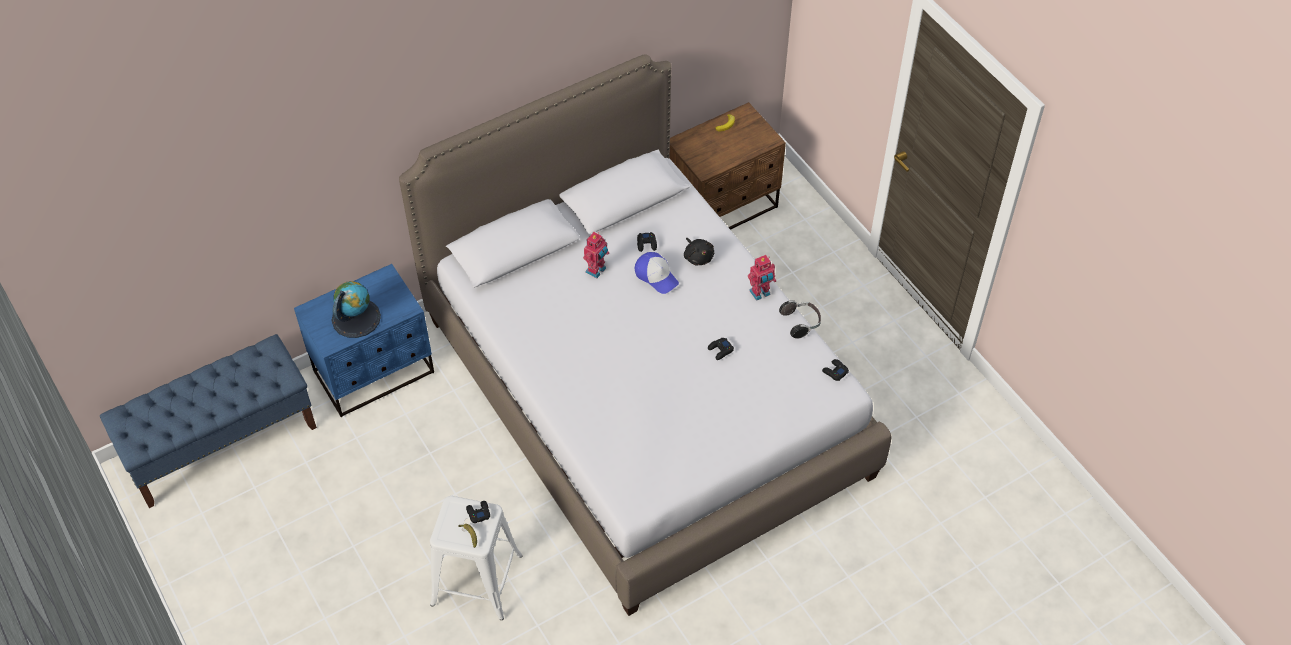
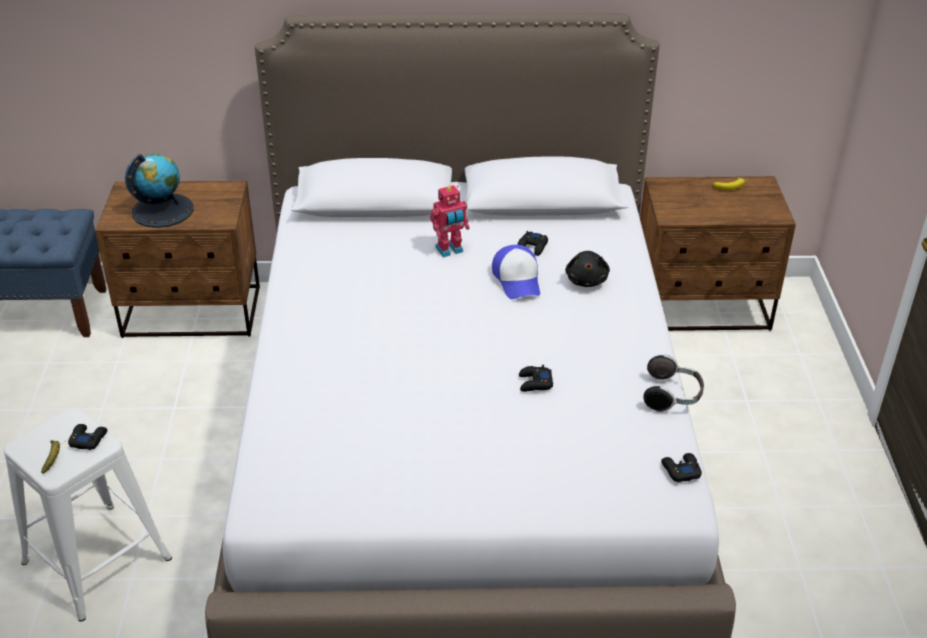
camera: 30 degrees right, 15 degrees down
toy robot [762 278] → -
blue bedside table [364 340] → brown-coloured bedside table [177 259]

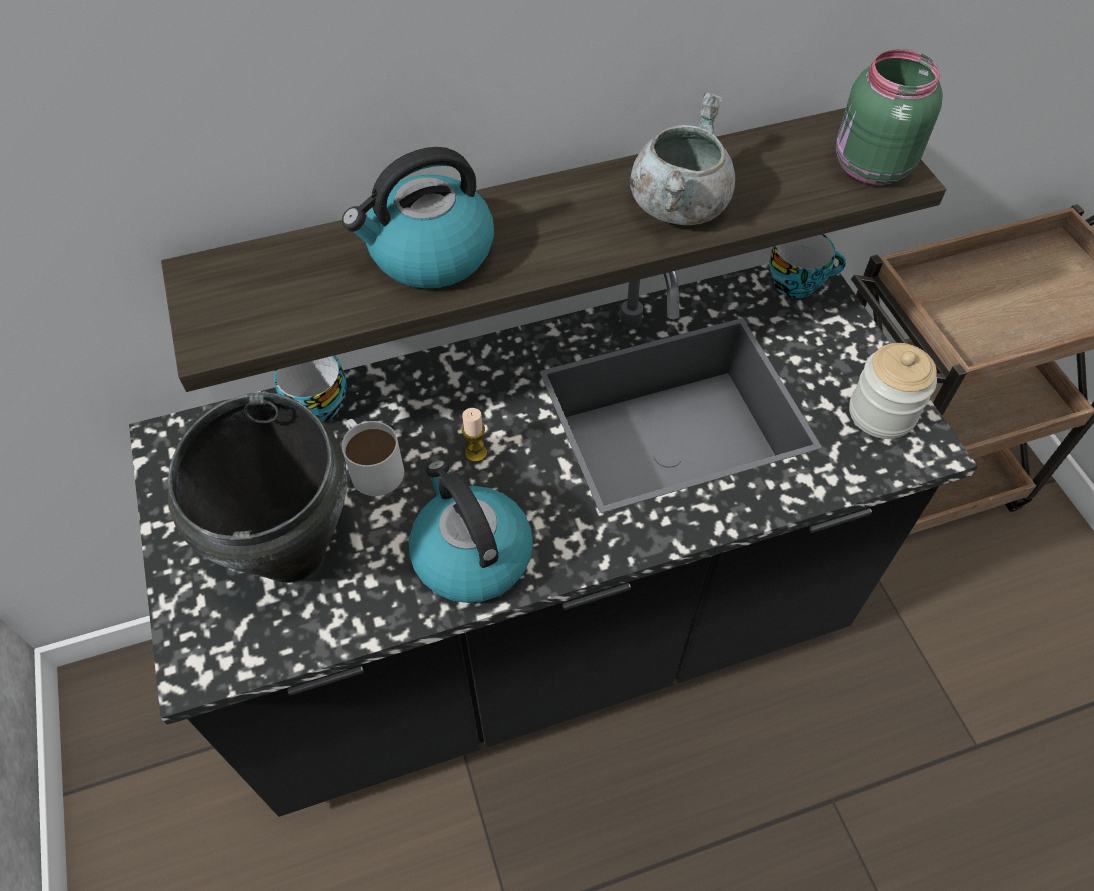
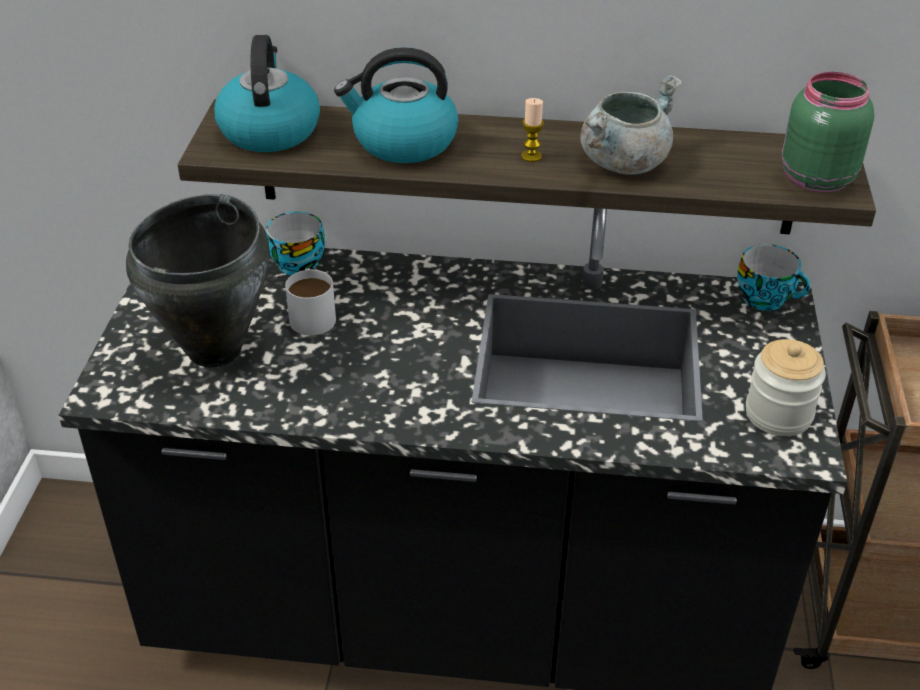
camera: 25 degrees right, 15 degrees down
kettle [471 531] → kettle [267 93], relocated
candle [474 435] → candle [532 130], relocated

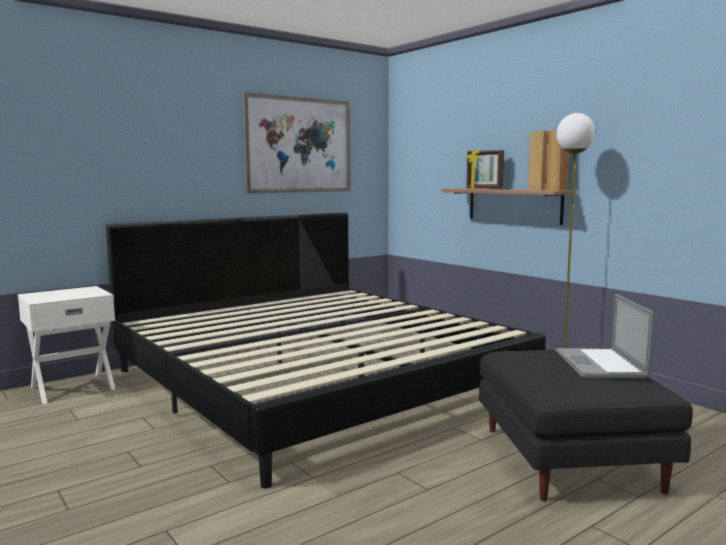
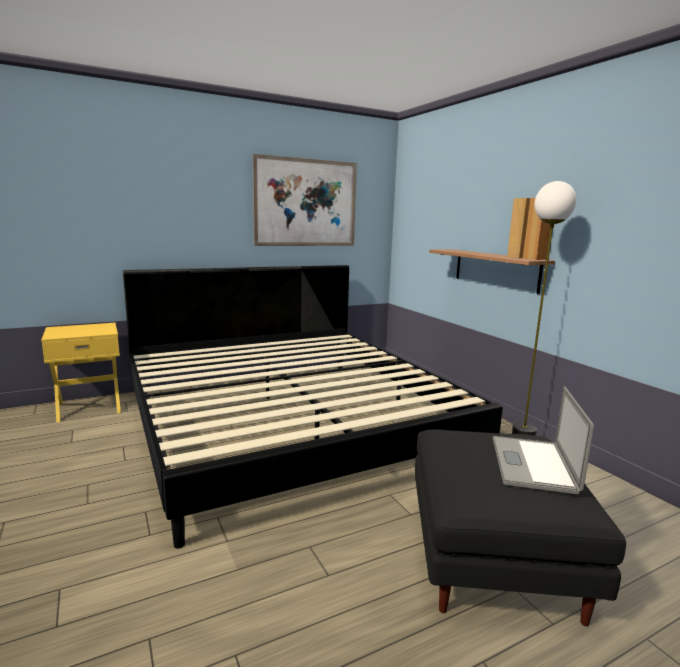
camera: 10 degrees right, 5 degrees up
picture frame [485 169] → -
white bedside table [66 345] → yellowish bedside table [81 373]

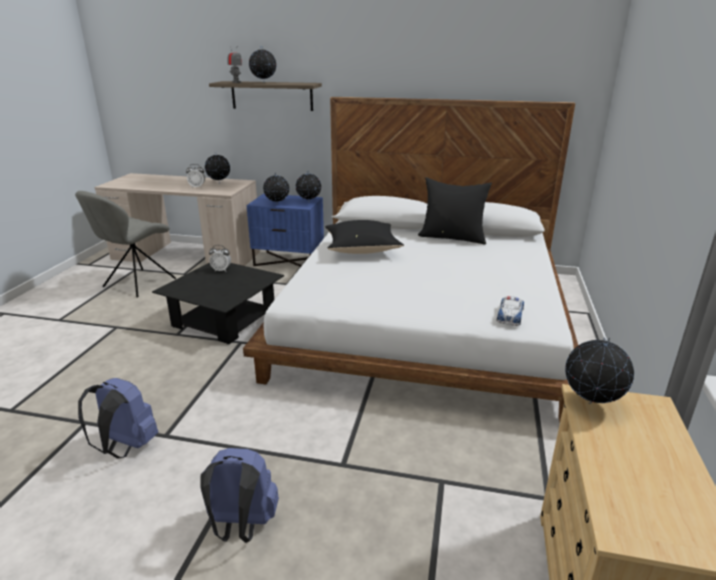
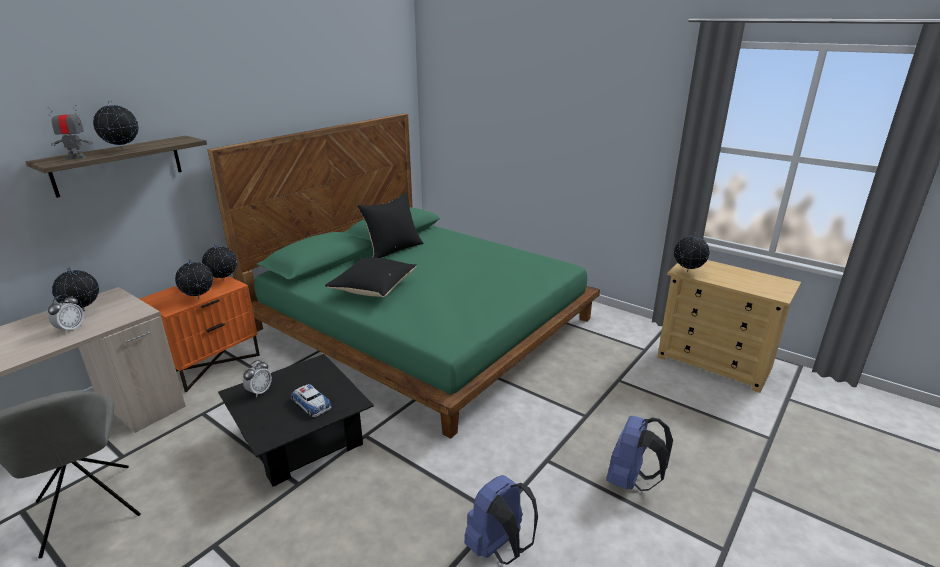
camera: 65 degrees left, 0 degrees up
model car [510 311] → model car [311 400], relocated
white sleeping bed [410 260] → greenish sleeping bed [404 276]
blue bedside table [285 230] → orangey bedside table [200 334]

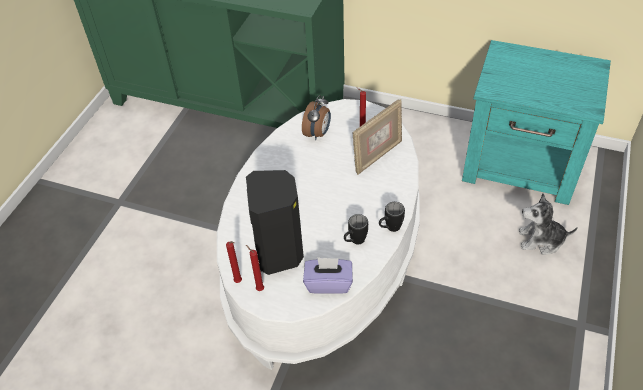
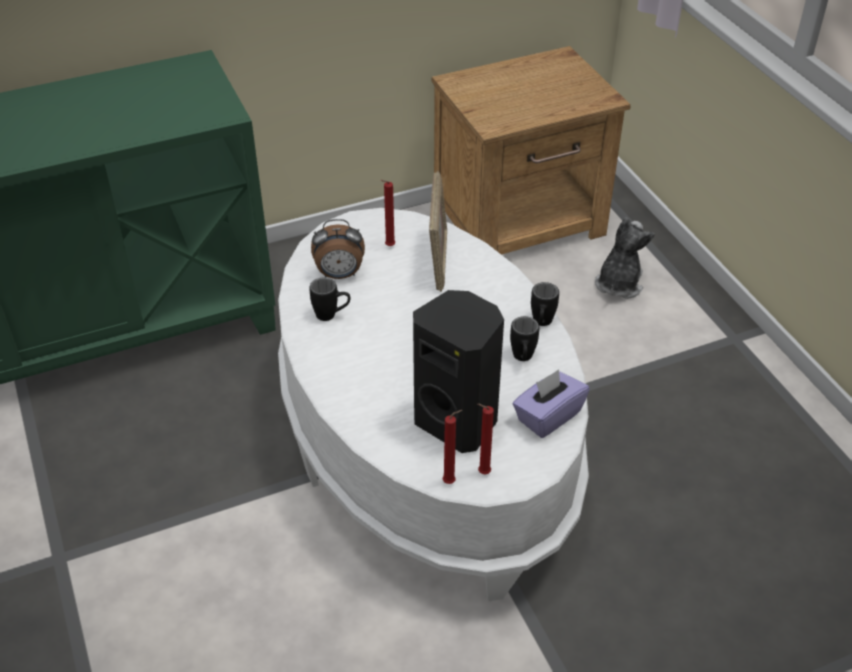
camera: 45 degrees left, 5 degrees down
- → blackish mug [329 299]
blue-green bedside table [536 122] → brown-coloured bedside table [531 150]
bedside clock [316 117] → bedside clock [338 249], 105 degrees clockwise
cuddly toy [548 224] → cuddly toy [625 258], 150 degrees clockwise

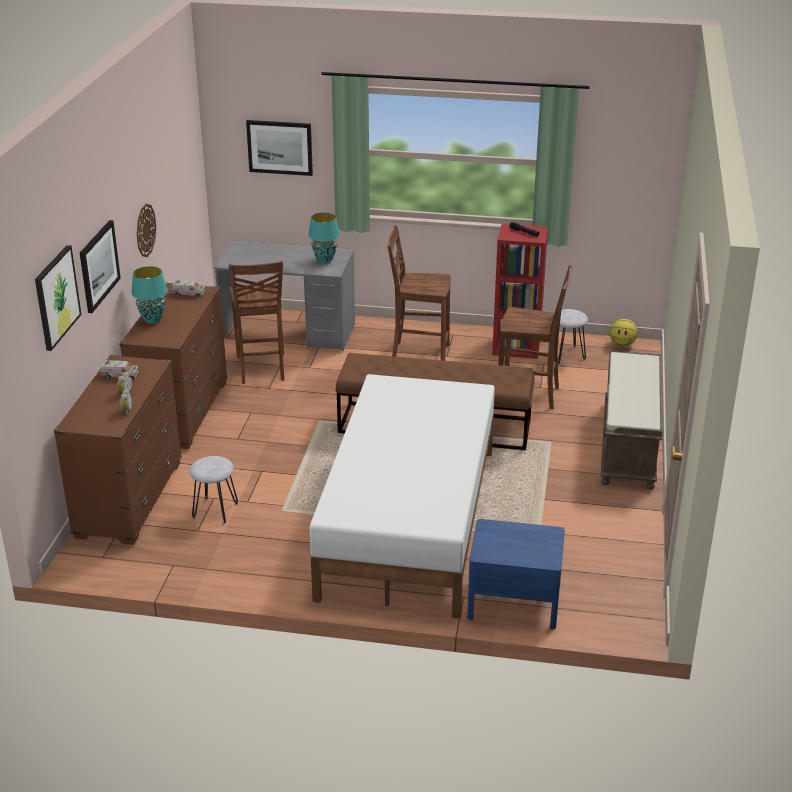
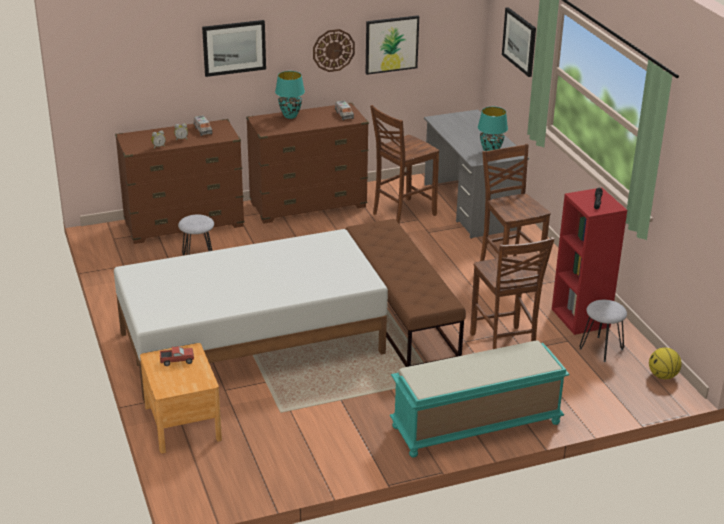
camera: 60 degrees right, 0 degrees up
- → model truck [177 356]
wall art [58 298] → wall art [392 45], relocated
blue bedside table [516 574] → brown-coloured bedside table [181 398]
brown-coloured bench [632 420] → blue-green bench [480 399]

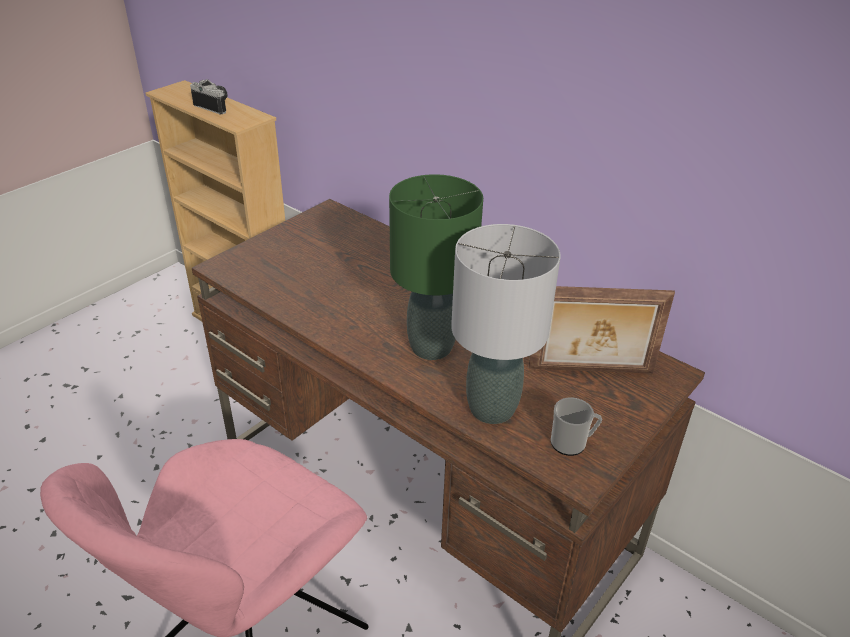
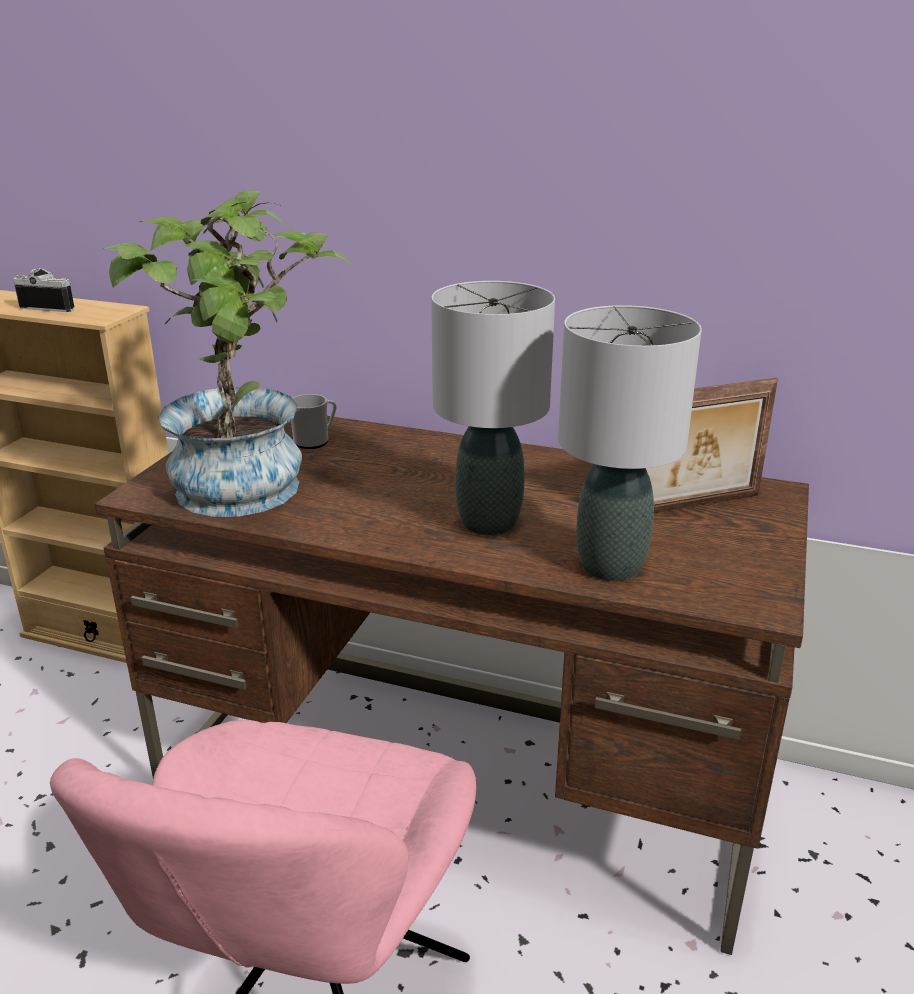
camera: 20 degrees left, 10 degrees down
- → potted plant [228 354]
mug [576 427] → mug [314 421], relocated
greenish tabletop lamp [436 267] → grey tabletop lamp [493 408]

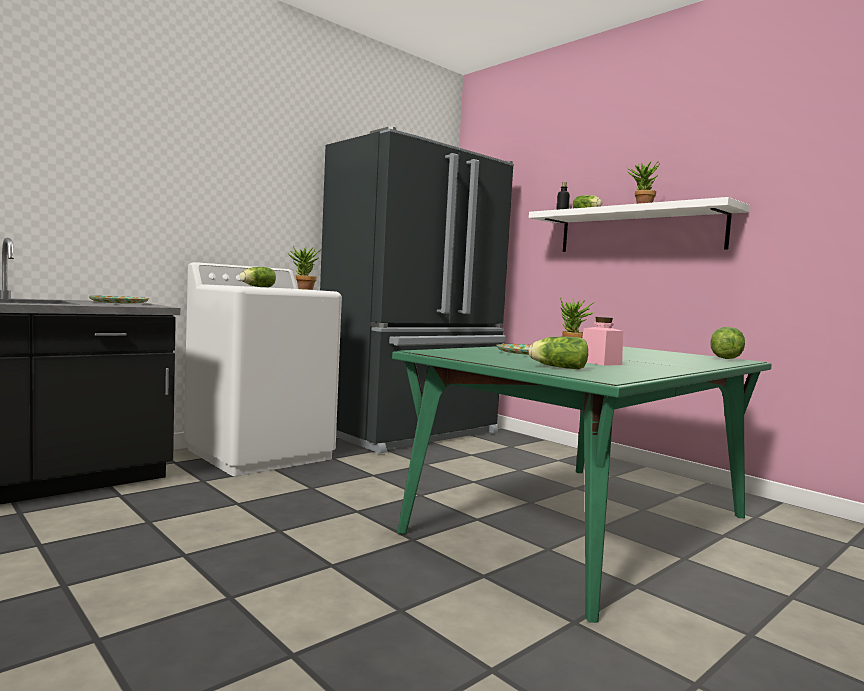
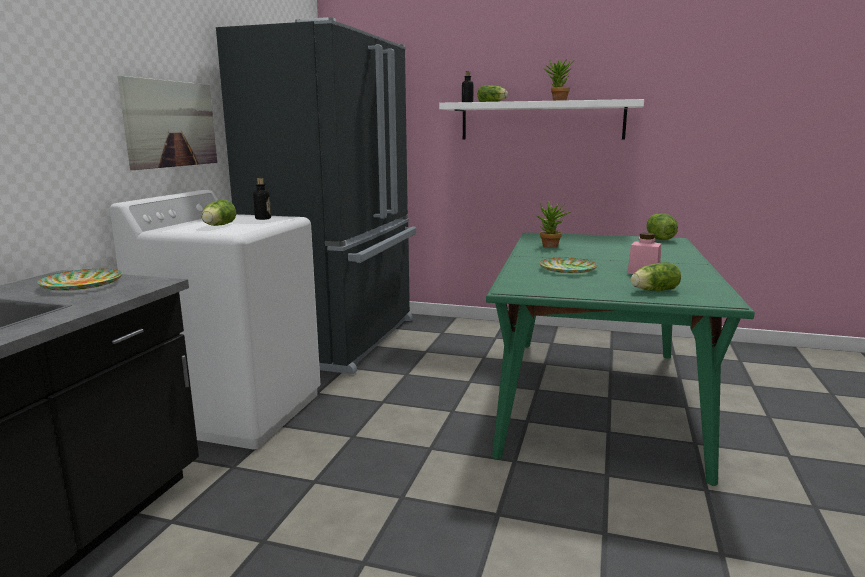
camera: 30 degrees left, 10 degrees up
- → wall art [167 123]
potted plant [305 268] → bottle [262 199]

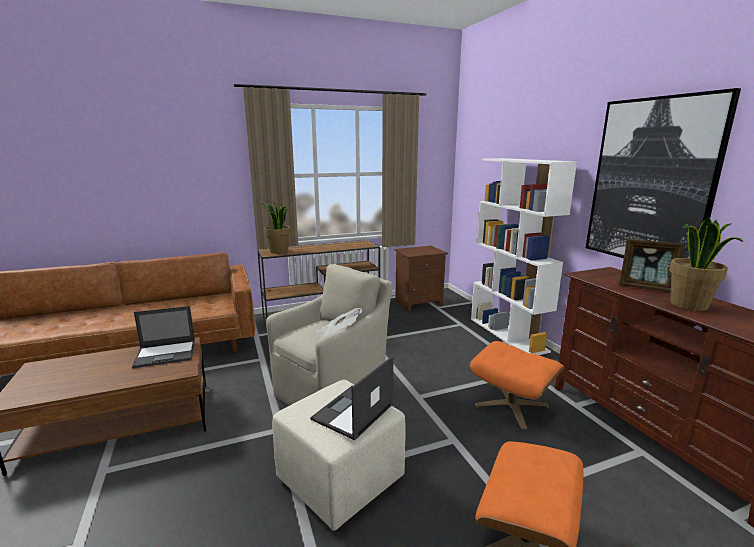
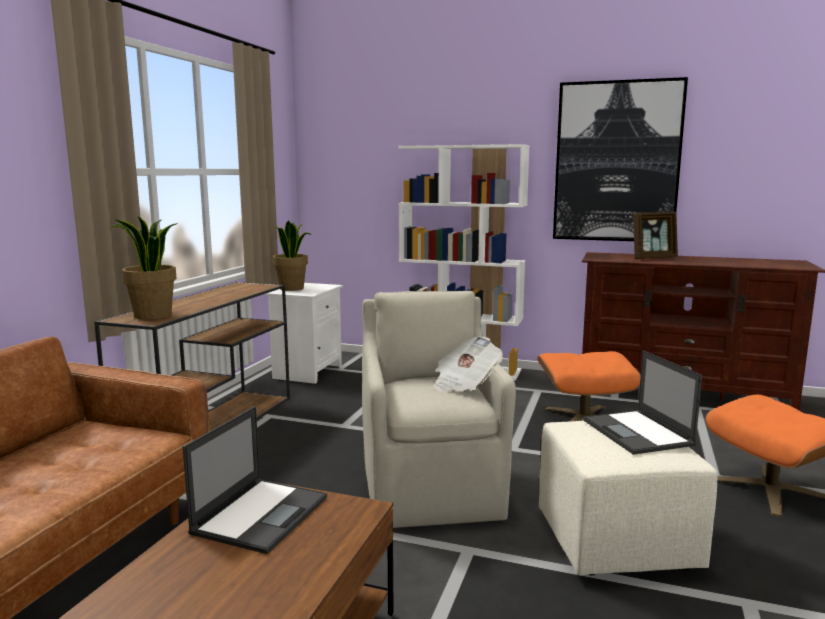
camera: 50 degrees left, 5 degrees down
potted plant [706 264] → potted plant [292 255], relocated
brown-coloured bedside table [421 278] → white bedside table [304 333]

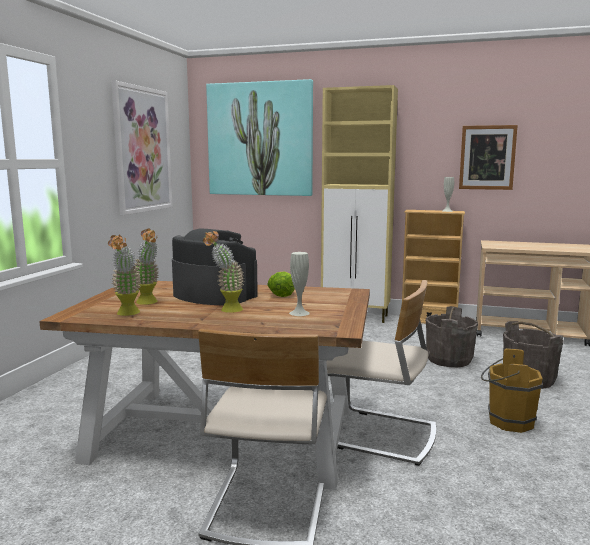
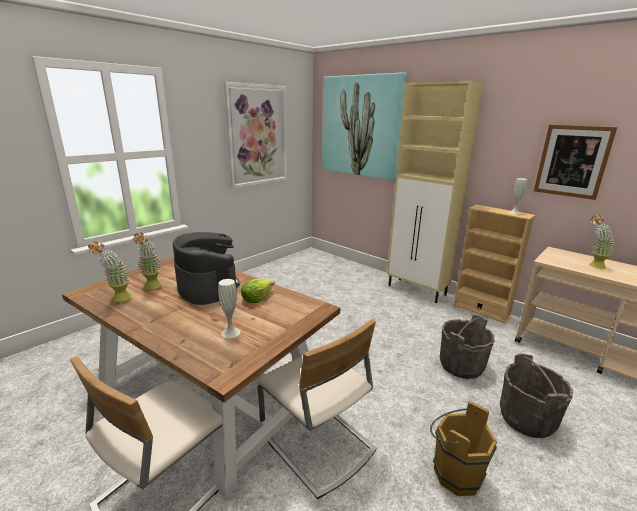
camera: 25 degrees right, 10 degrees up
potted plant [223 272] → potted plant [602 242], relocated

